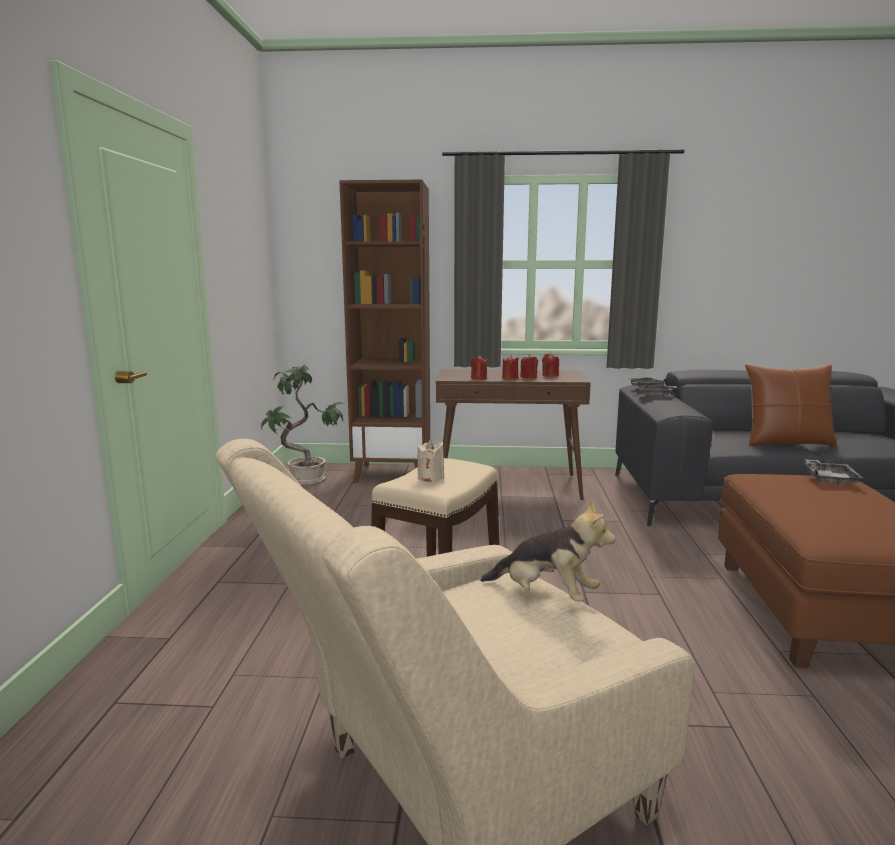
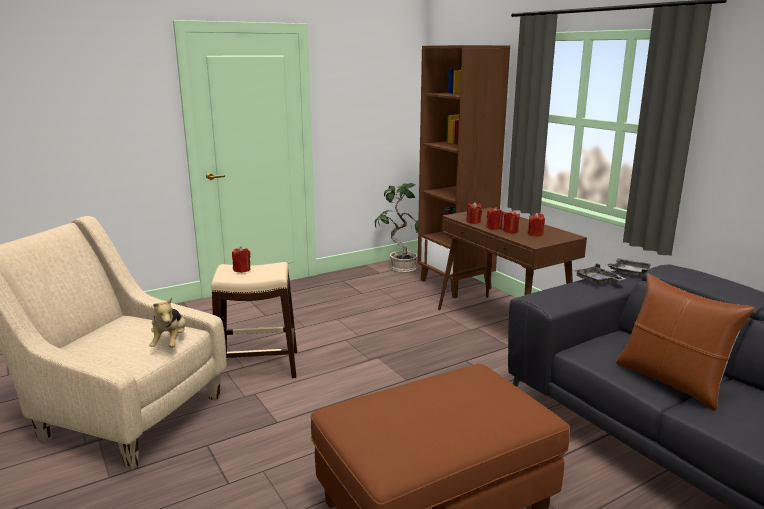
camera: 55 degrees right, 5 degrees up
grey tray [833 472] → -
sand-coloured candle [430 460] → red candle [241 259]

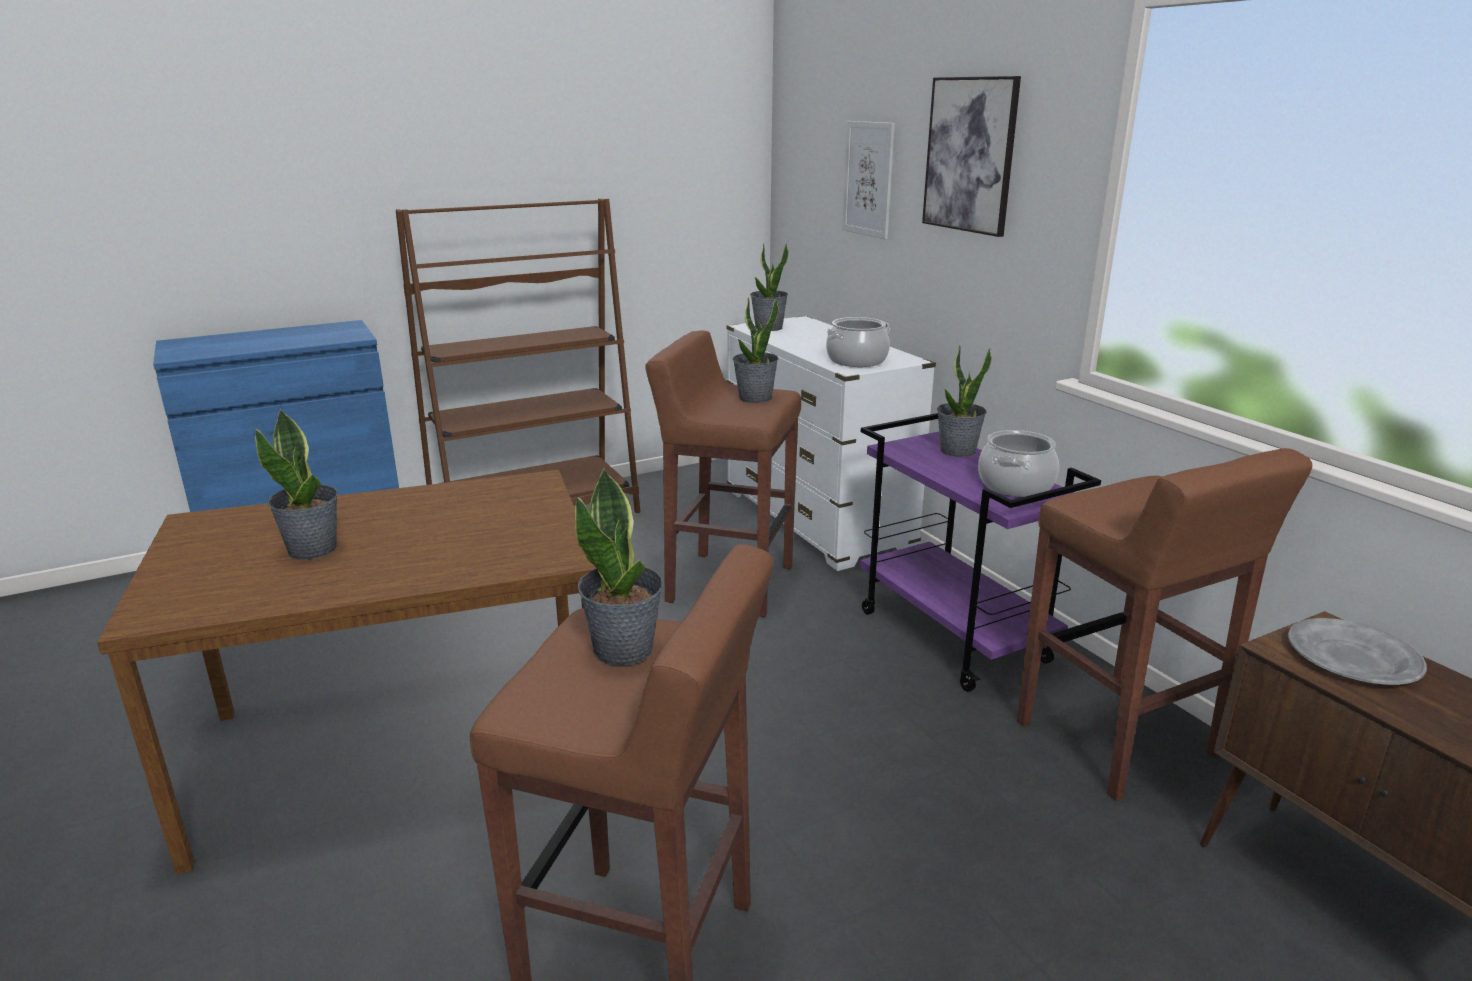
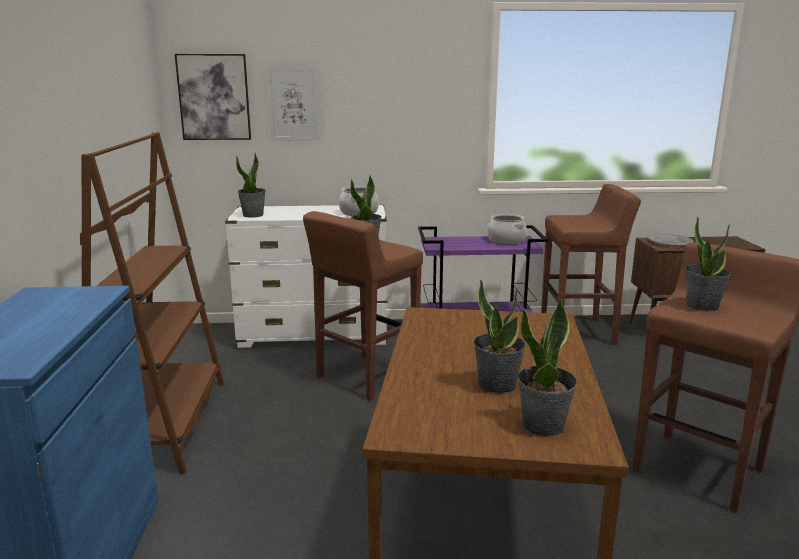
camera: 65 degrees left, 5 degrees down
wall art [971 156] → wall art [213 97], relocated
potted plant [964 401] → potted plant [548 367], relocated

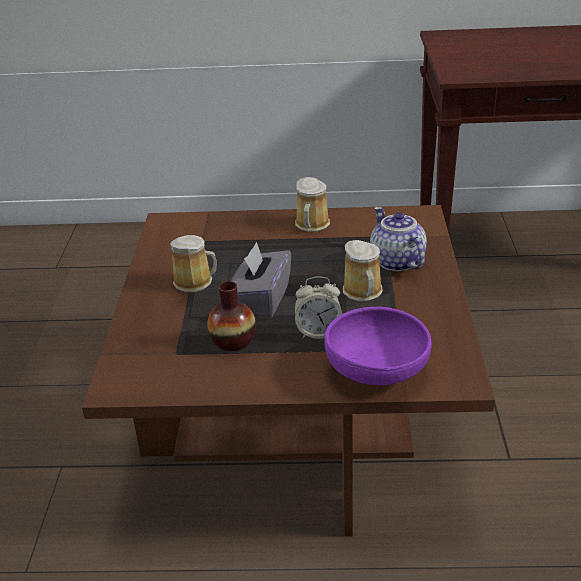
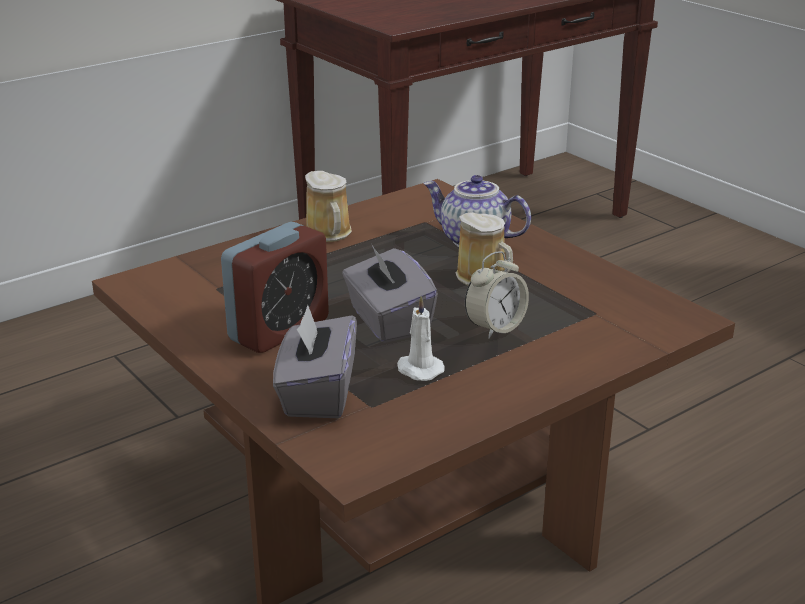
camera: 40 degrees left, 5 degrees down
purple-coloured deep dish [378 346] → -
- → grey tissue box [315 361]
mug [193 263] → bedside clock [275 287]
vase [231 316] → white candle [421 338]

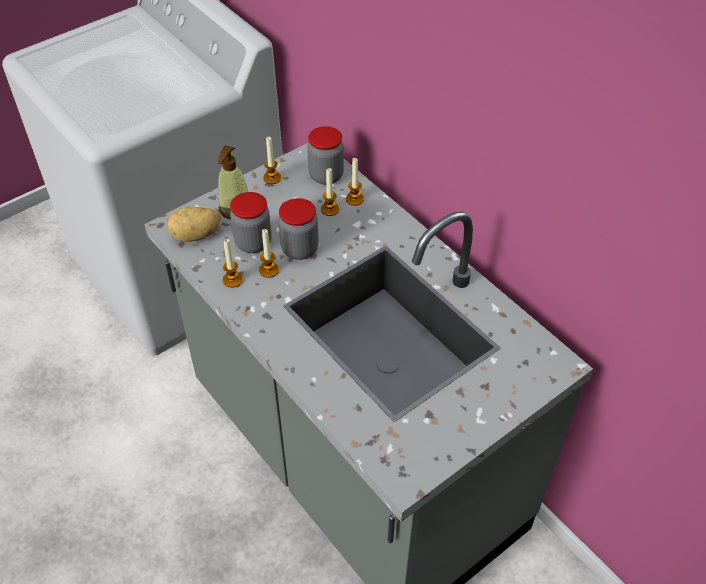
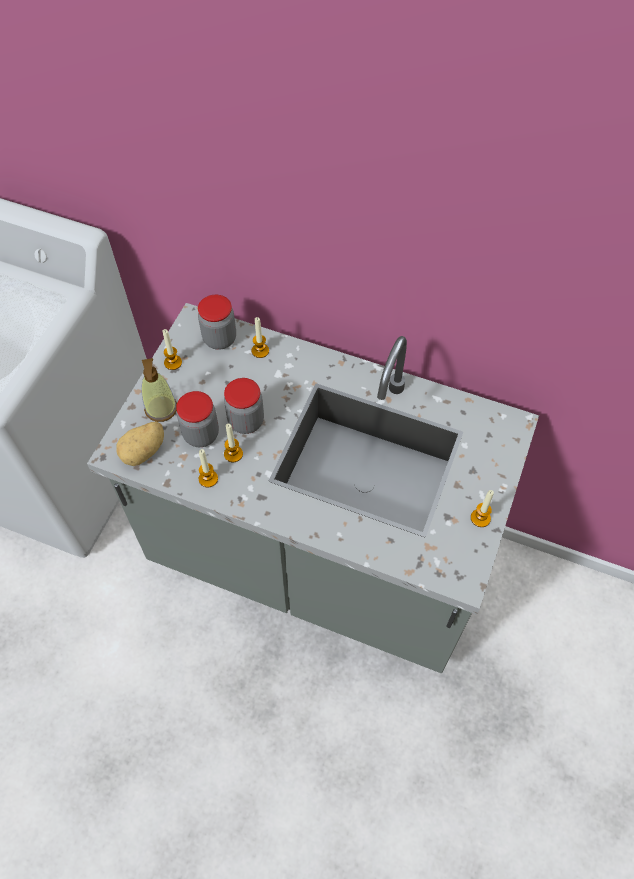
camera: 30 degrees left, 10 degrees up
candle [330 192] → candle [482 508], relocated

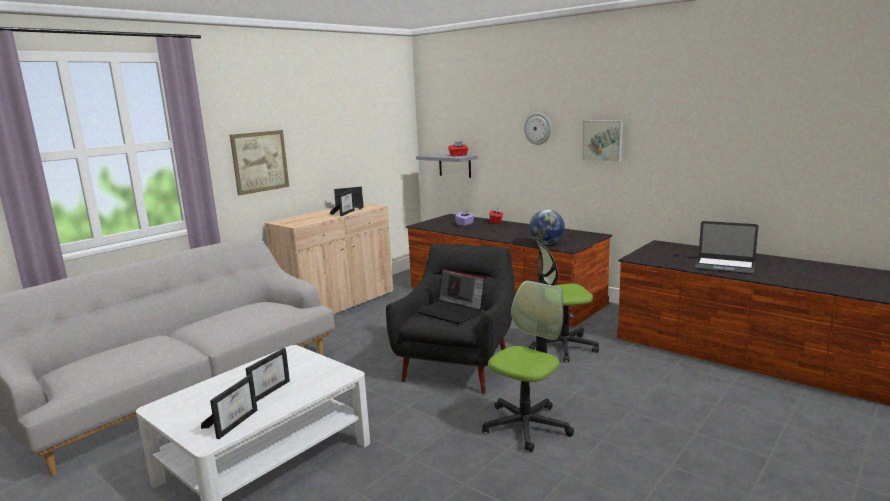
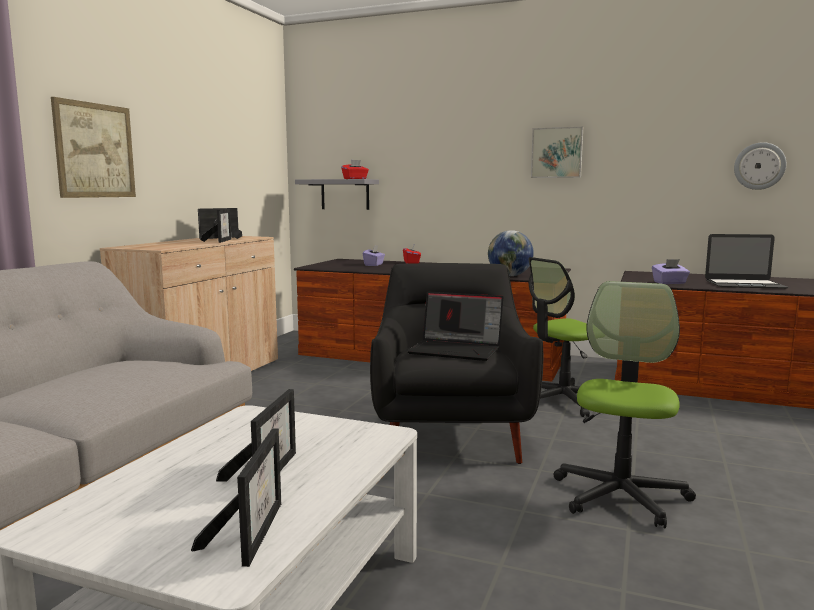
camera: 20 degrees left, 5 degrees down
- → purple-coloured tissue box [671 271]
hanging clock [537 128] → hanging clock [760 166], relocated

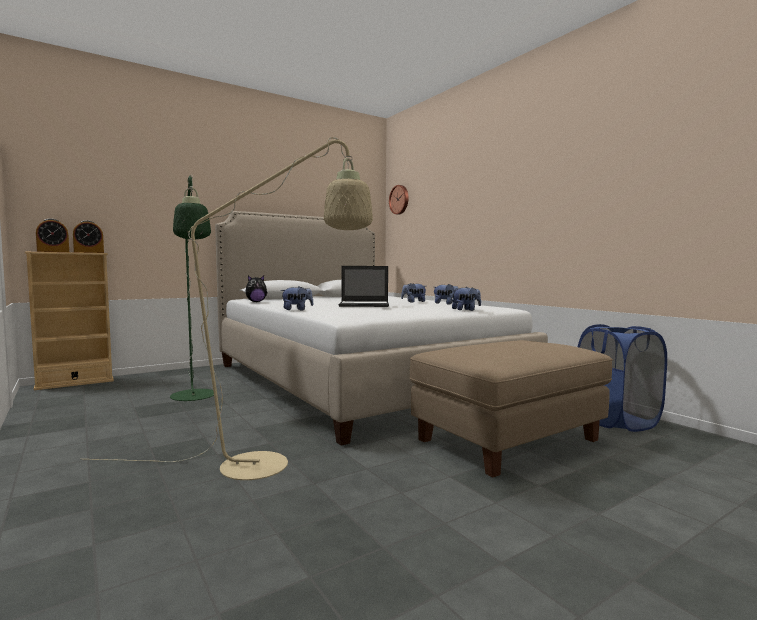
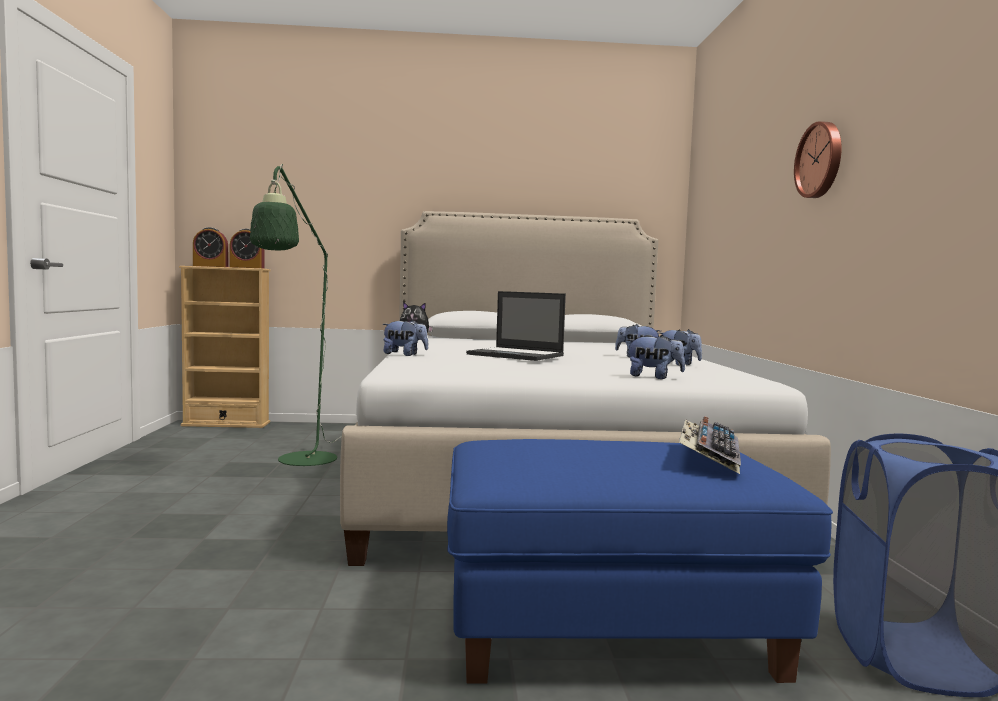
camera: 30 degrees right, 0 degrees up
sand-coloured standing lamp [226 308] → -
- → computer keyboard [710 445]
hanging clock [399 200] → hanging clock [818 159], relocated
sand-coloured pouffe [511 408] → blue pouffe [640 561]

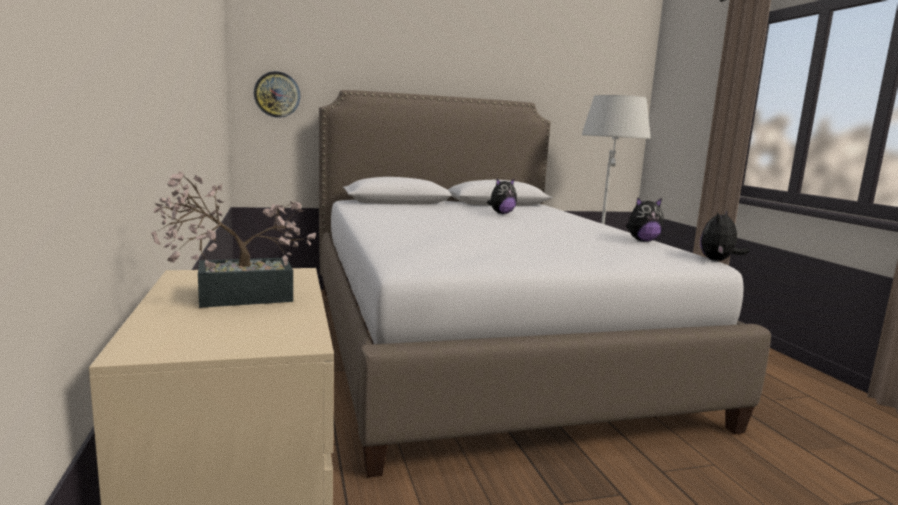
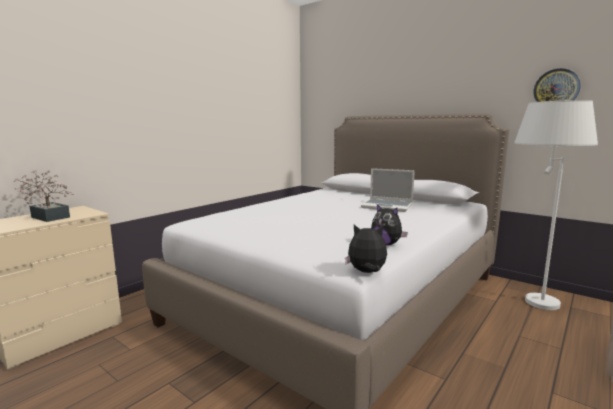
camera: 55 degrees right, 0 degrees up
hanging clock [277 94] → hanging clock [557 85], relocated
cuddly toy [502 196] → laptop [388 190]

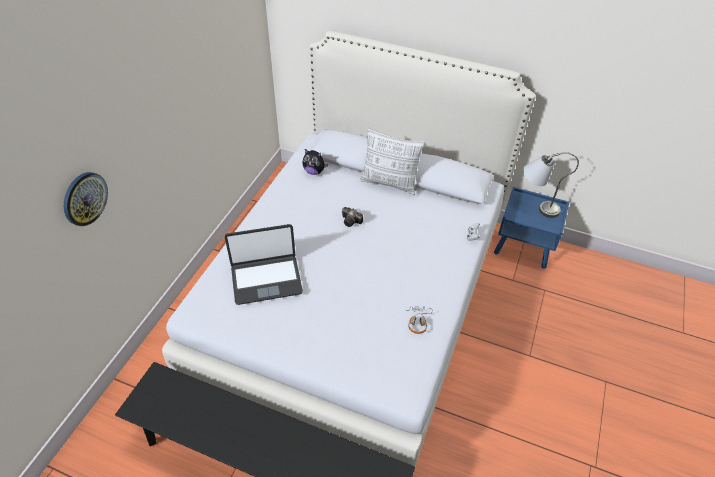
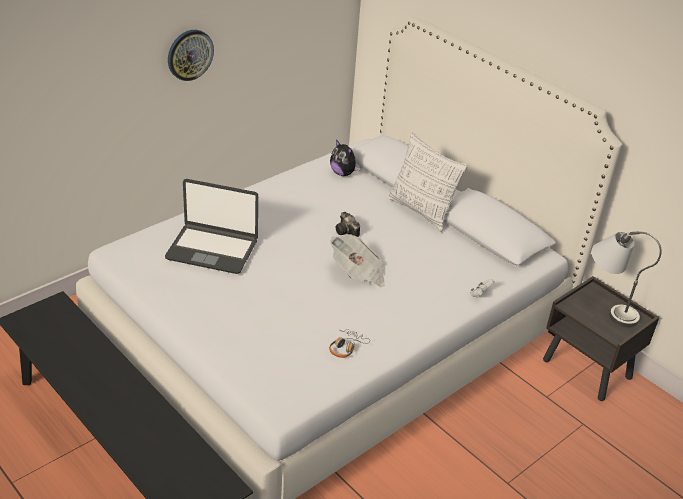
camera: 25 degrees right, 10 degrees down
- → newspaper [357 260]
hanging clock [86 199] → hanging clock [191 55], relocated
blue bedside table [531 228] → brown-coloured bedside table [601 338]

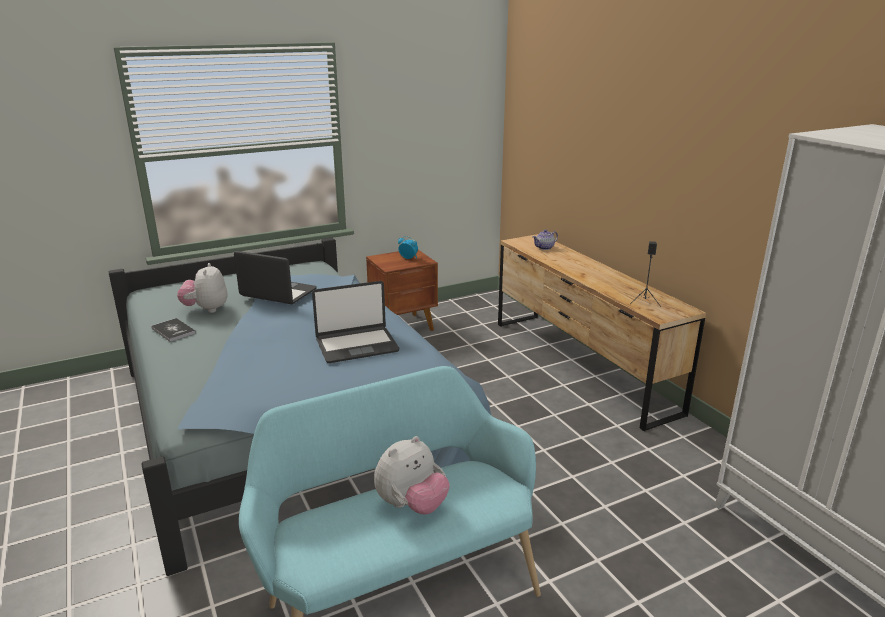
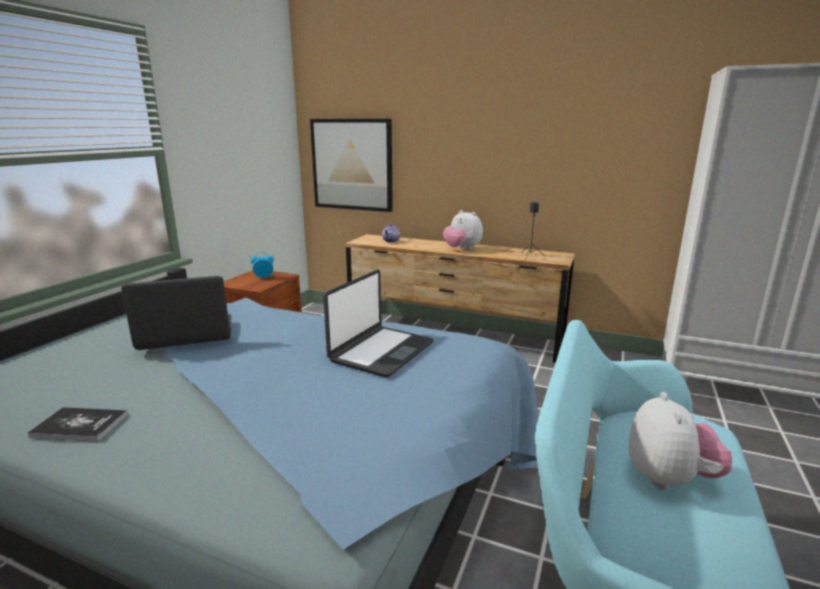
camera: 40 degrees left, 5 degrees down
- → wall art [351 165]
cuddly toy [202 288] → cuddly toy [463 230], relocated

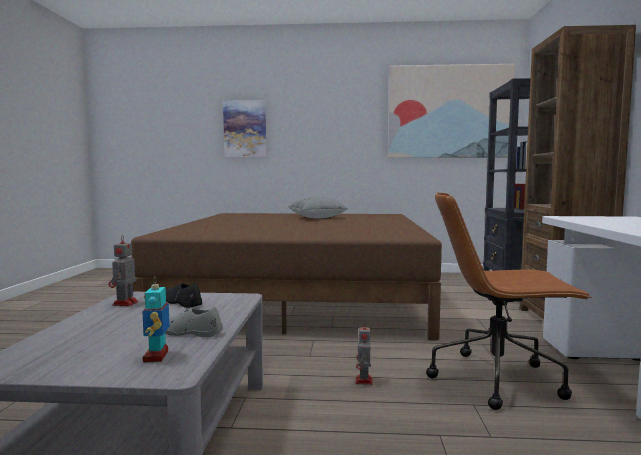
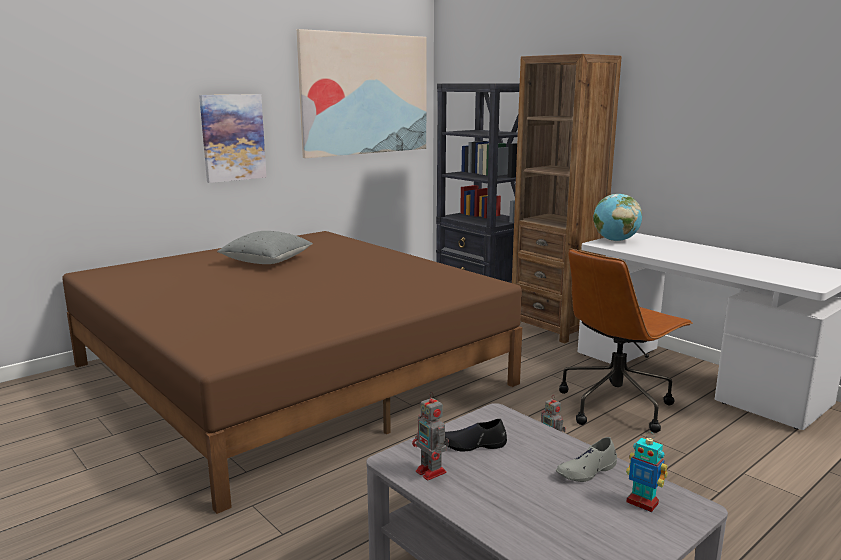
camera: 45 degrees left, 10 degrees up
- → desk globe [617 217]
wall art [244 129] → wall art [232 138], relocated

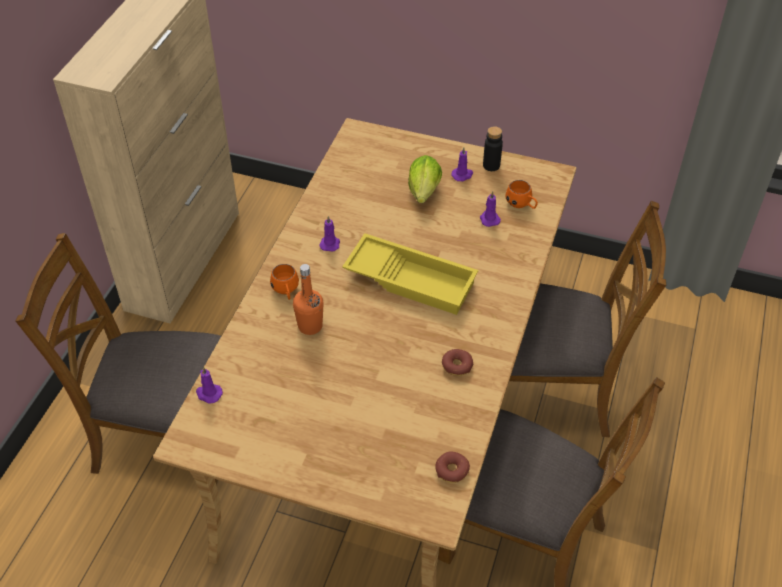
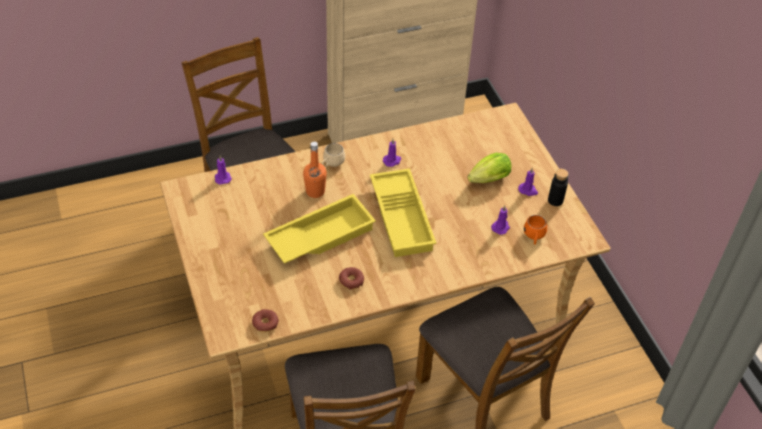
camera: 50 degrees right, 0 degrees up
- → yellowish tray [319 229]
orangey mug [284 282] → sand-coloured mug [333 155]

